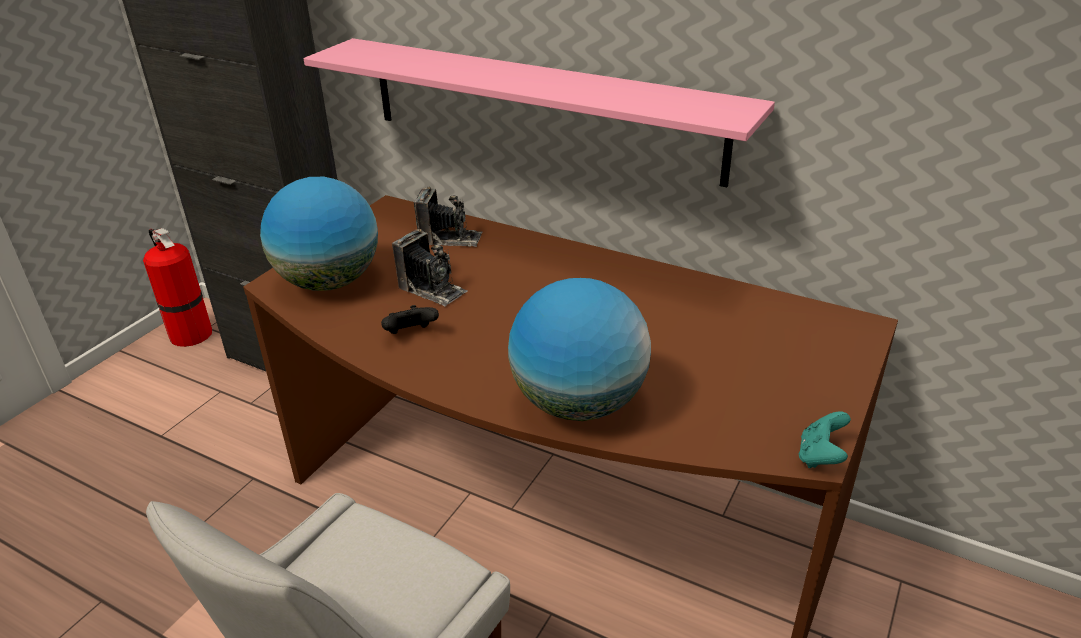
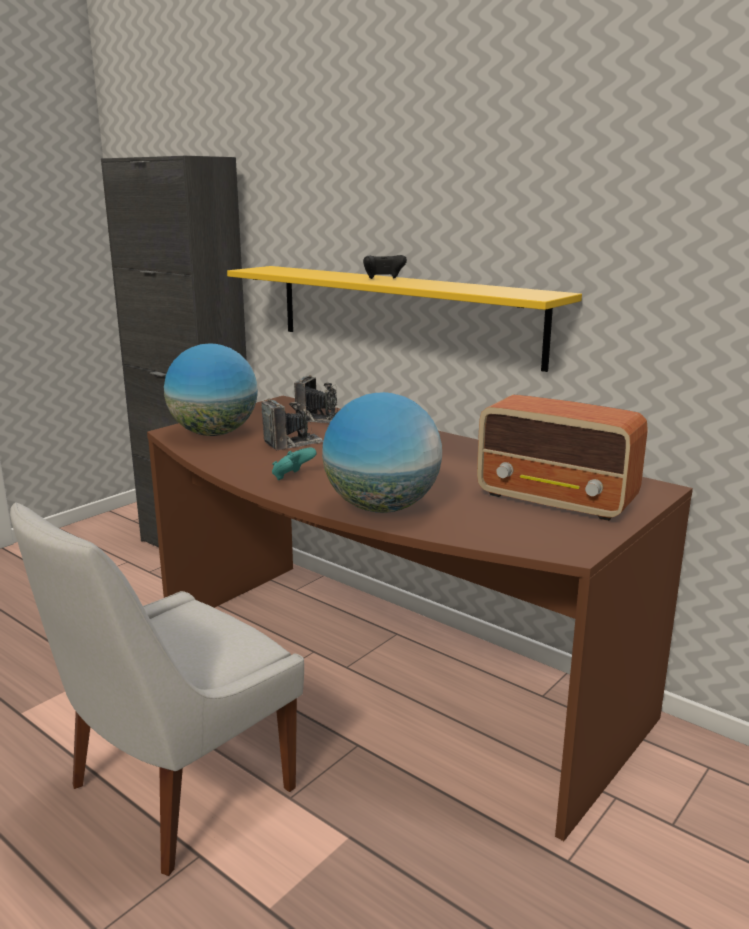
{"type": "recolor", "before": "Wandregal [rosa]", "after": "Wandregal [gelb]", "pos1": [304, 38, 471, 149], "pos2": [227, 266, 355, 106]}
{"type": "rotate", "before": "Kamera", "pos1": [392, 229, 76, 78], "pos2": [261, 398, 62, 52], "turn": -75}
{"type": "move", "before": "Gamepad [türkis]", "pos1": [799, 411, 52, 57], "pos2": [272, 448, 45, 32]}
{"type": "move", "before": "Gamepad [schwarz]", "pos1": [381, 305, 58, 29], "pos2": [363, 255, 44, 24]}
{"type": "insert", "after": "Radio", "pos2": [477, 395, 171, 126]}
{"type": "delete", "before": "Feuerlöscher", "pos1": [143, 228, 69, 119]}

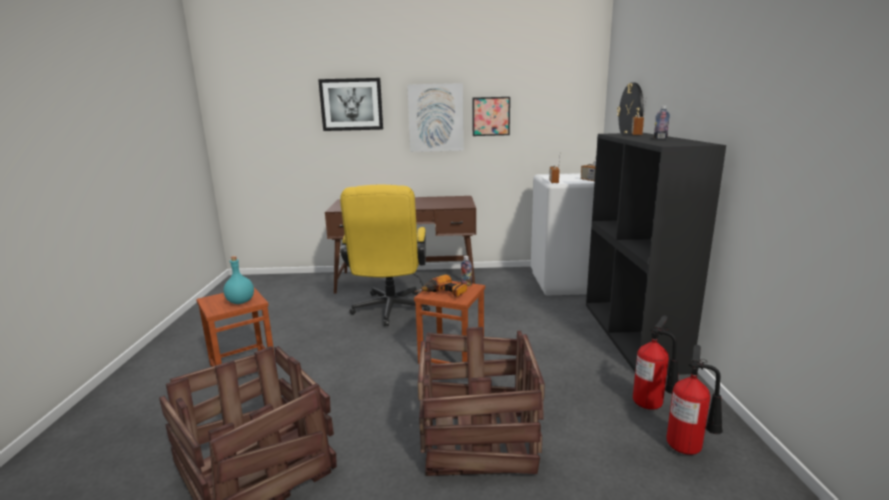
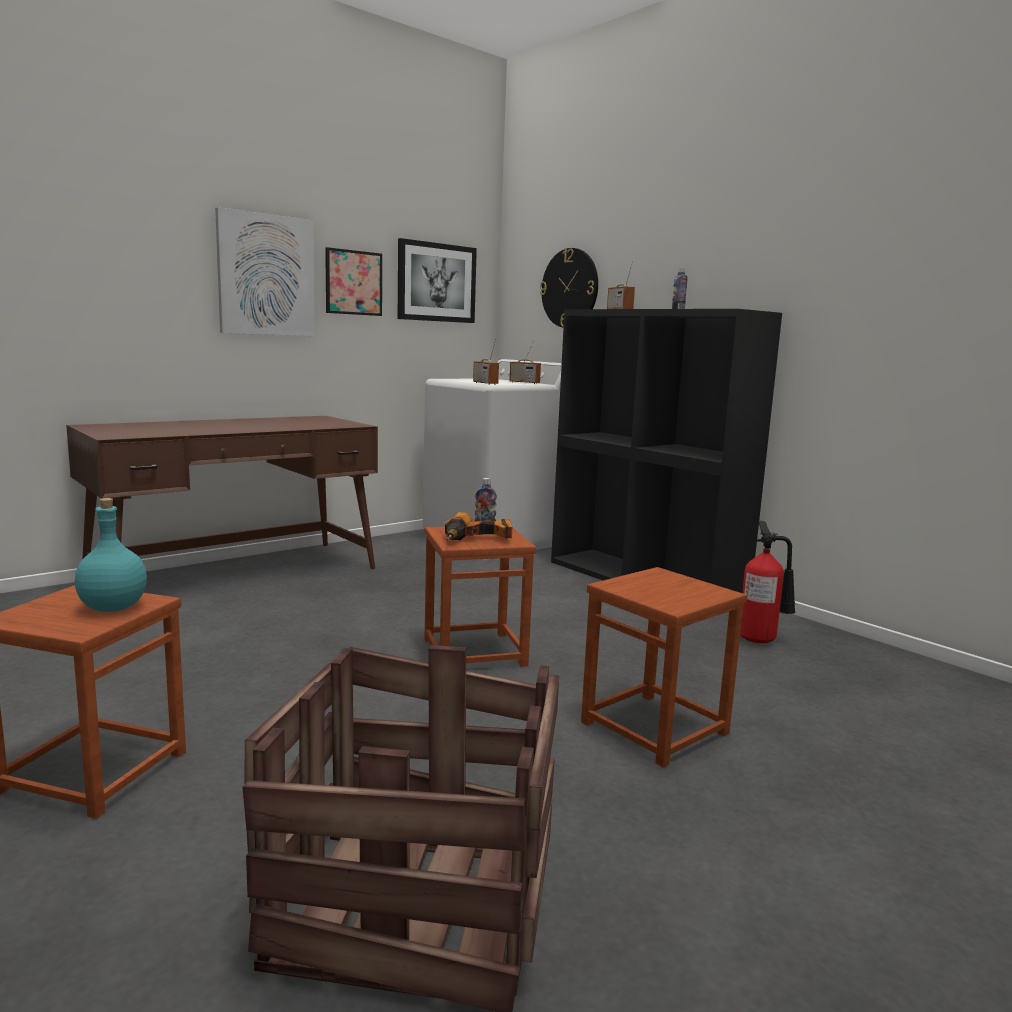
{"type": "move", "before": "Bild", "pos1": [318, 78, 65, 53], "pos2": [398, 238, 79, 85]}
{"type": "replace", "before": "Kiste", "after": "Hocker [braun]", "pos1": [418, 327, 127, 149], "pos2": [581, 567, 166, 201]}
{"type": "delete", "before": "Bürostuhl [gelb]", "pos1": [340, 185, 90, 141]}
{"type": "delete", "before": "Feuerlöscher", "pos1": [666, 345, 57, 110]}

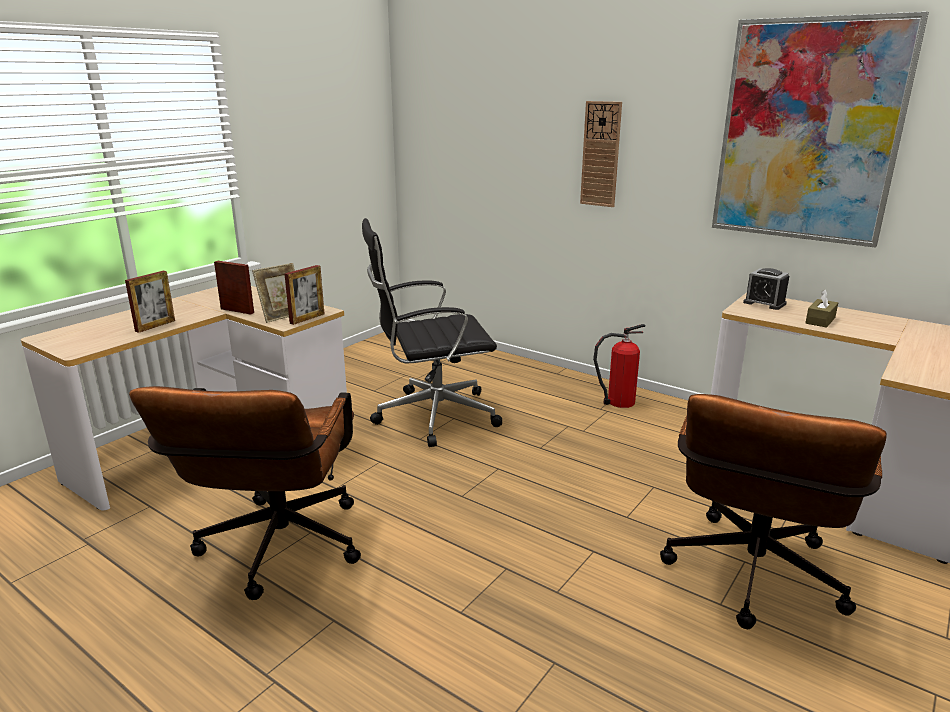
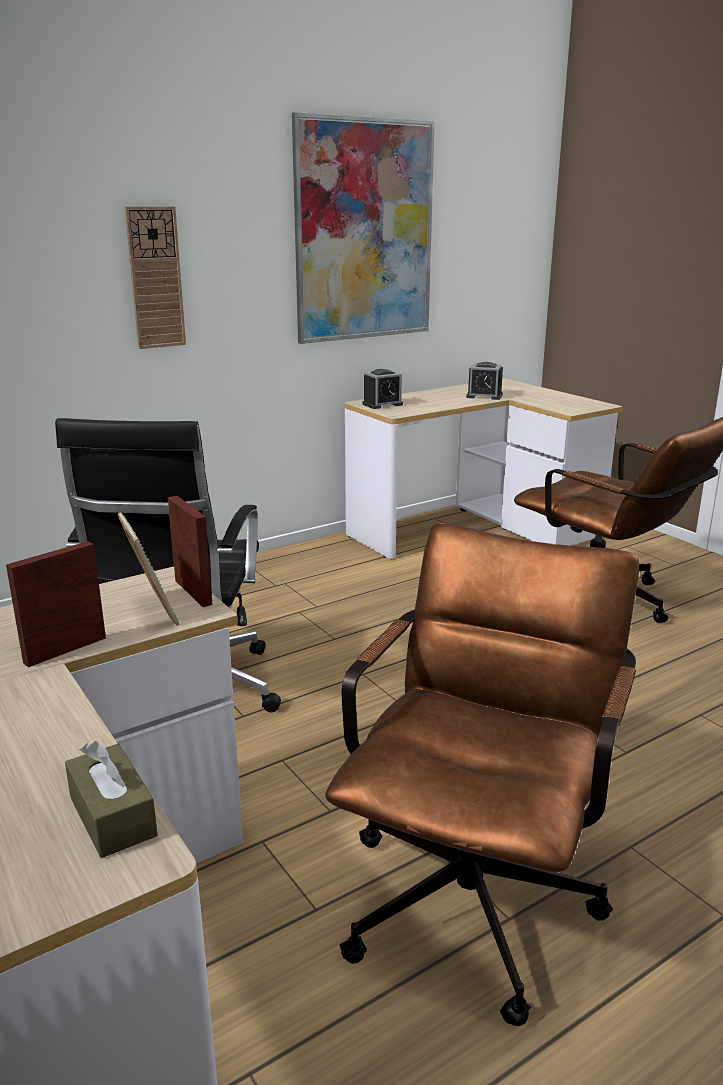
{"type": "move", "before": "Taschentuchbox [braun]", "pos1": [806, 289, 32, 39], "pos2": [65, 741, 93, 117]}
{"type": "rotate", "before": "Bürostuhl [braun]", "pos1": [129, 386, 232, 214], "pos2": [325, 523, 314, 503], "turn": -90}
{"type": "insert", "after": "Wecker", "pos2": [466, 362, 37, 38]}
{"type": "delete", "before": "Bilderrahmen", "pos1": [125, 271, 50, 62]}
{"type": "delete", "before": "Feuerlöscher", "pos1": [593, 324, 52, 84]}

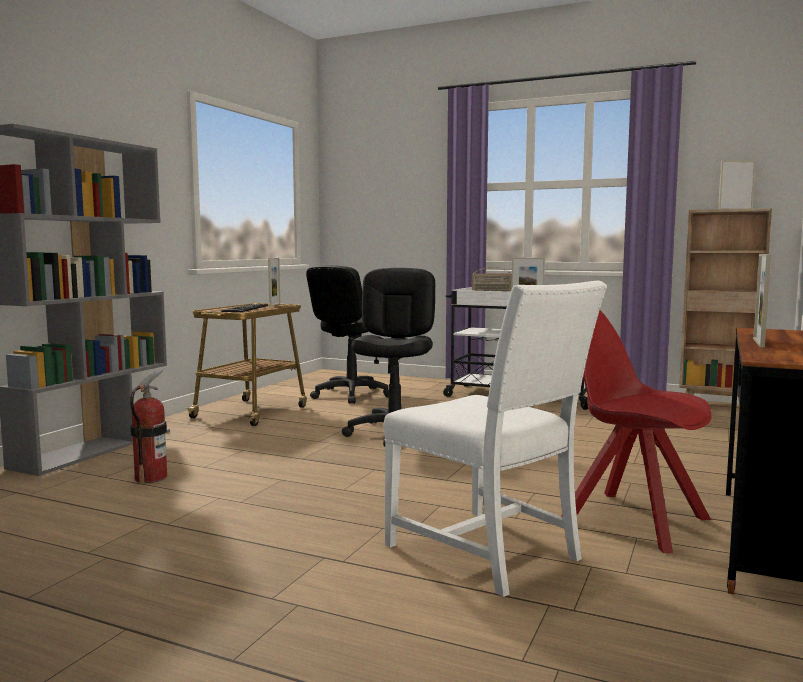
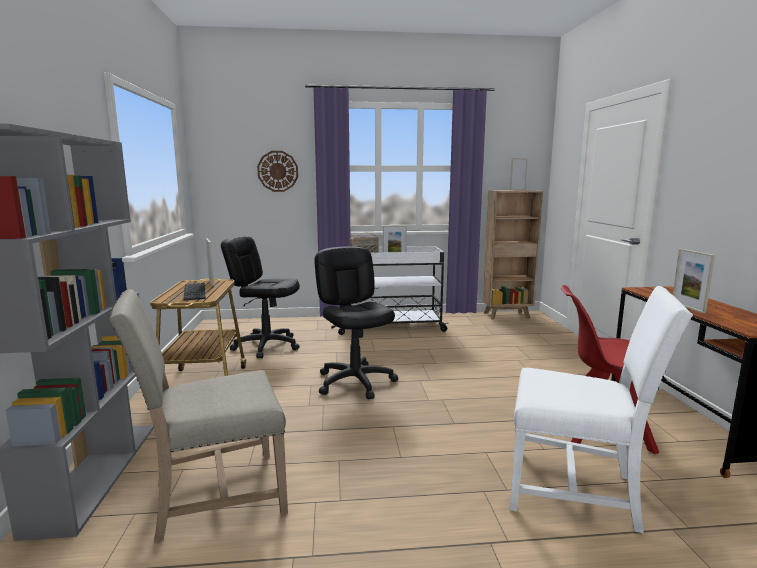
{"type": "replace", "before": "Feuerlöscher", "after": "Stuhl [beige]", "pos1": [130, 370, 37, 114], "pos2": [109, 289, 179, 254]}
{"type": "rotate", "before": "Bürostuhl [schwarz]", "pos1": [306, 265, 83, 139], "pos2": [221, 236, 79, 122], "turn": 105}
{"type": "insert", "after": "Wanduhr", "pos2": [257, 151, 41, 41]}

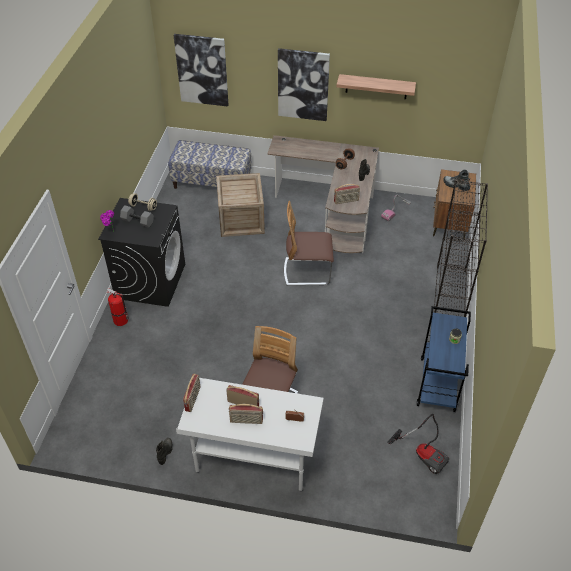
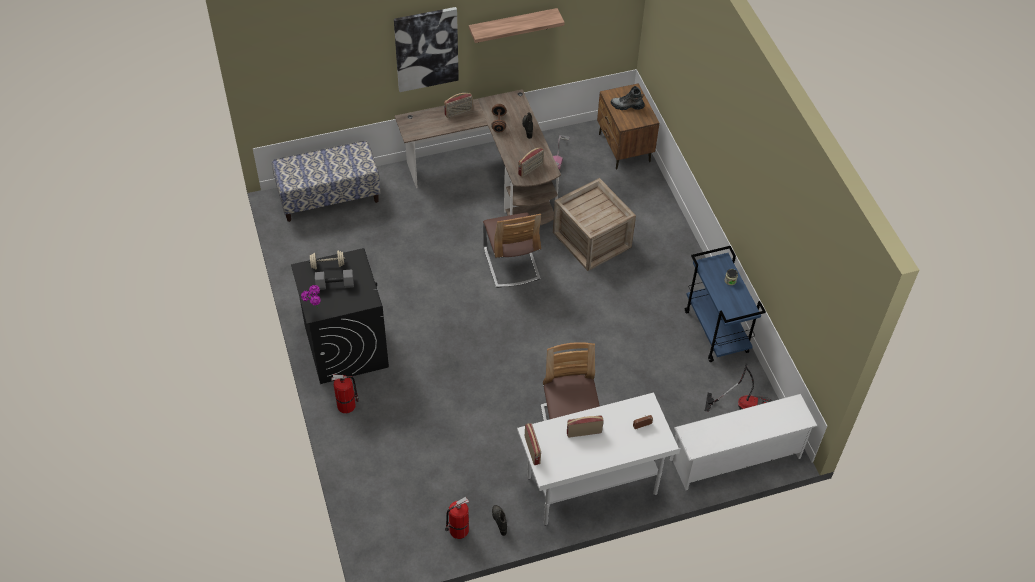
{"type": "move", "before": "Radio", "pos1": [229, 404, 34, 20], "pos2": [444, 93, 29, 25]}
{"type": "insert", "after": "Feuerlöscher", "pos2": [445, 497, 24, 42]}
{"type": "rotate", "before": "Stuhl", "pos1": [284, 201, 50, 84], "pos2": [483, 213, 58, 75], "turn": -75}
{"type": "move", "before": "Kiste", "pos1": [216, 173, 49, 64], "pos2": [553, 178, 83, 93]}
{"type": "insert", "after": "Schuhregal [weiß]", "pos2": [670, 394, 148, 96]}
{"type": "delete", "before": "Bild", "pos1": [174, 34, 54, 72]}
{"type": "delete", "before": "Bücherregal [schwarz]", "pos1": [434, 180, 54, 137]}

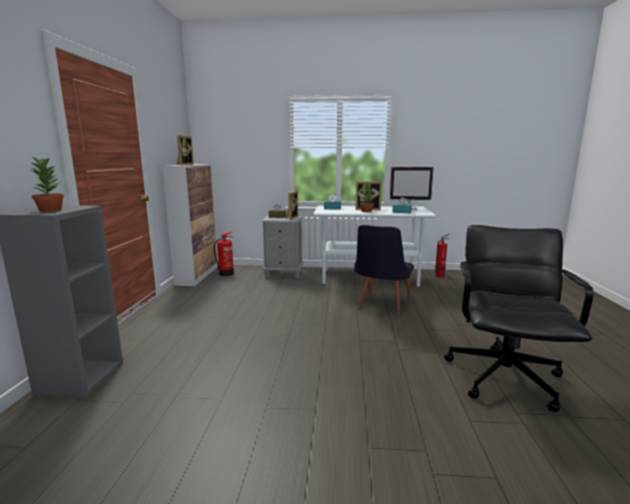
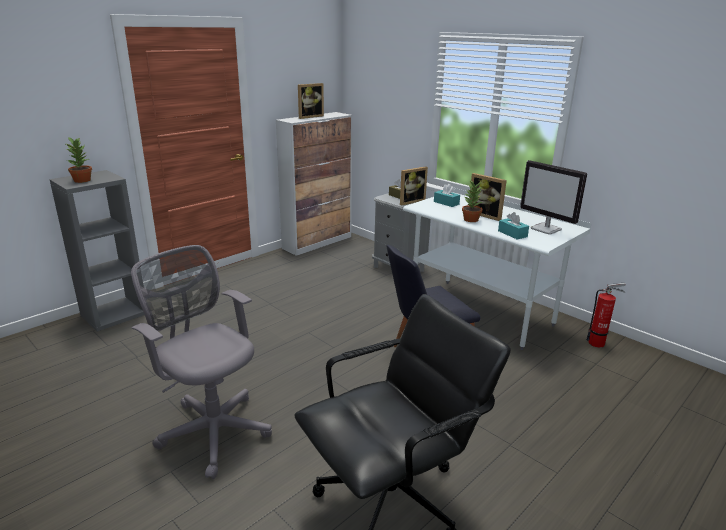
{"type": "insert", "after": "Bürostuhl [grau]", "pos2": [131, 245, 141, 234]}
{"type": "delete", "before": "Feuerlöscher", "pos1": [214, 231, 20, 45]}

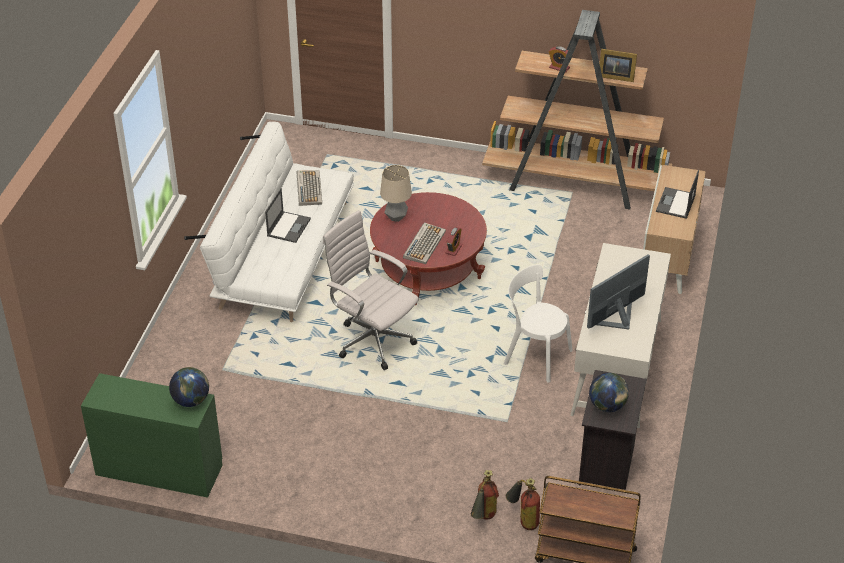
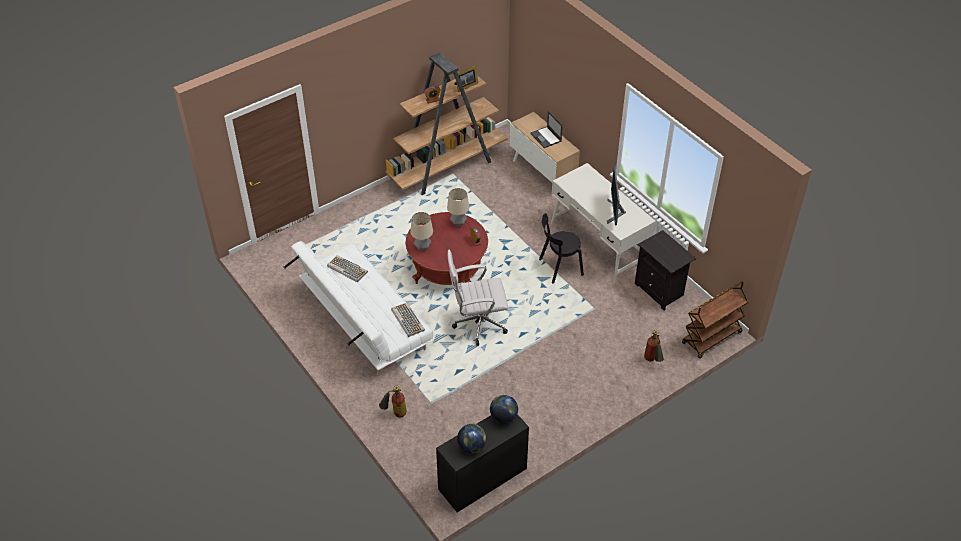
{"type": "move", "before": "Feuerlöscher", "pos1": [506, 478, 34, 52], "pos2": [379, 386, 27, 32]}
{"type": "move", "before": "Tastatur", "pos1": [403, 222, 43, 42], "pos2": [391, 303, 34, 34]}
{"type": "recolor", "before": "Schreibtisch [grün]", "after": "Schreibtisch [schwarz]", "pos1": [81, 373, 142, 125], "pos2": [436, 415, 93, 97]}
{"type": "insert", "after": "Tischlampe", "pos2": [447, 188, 22, 39]}
{"type": "move", "before": "Globus", "pos1": [589, 373, 40, 39], "pos2": [457, 424, 29, 29]}
{"type": "recolor", "before": "Stuhl [weiß]", "after": "Stuhl [schwarz]", "pos1": [504, 265, 69, 118], "pos2": [539, 213, 45, 71]}
{"type": "delete", "before": "Laptop", "pos1": [265, 188, 46, 55]}

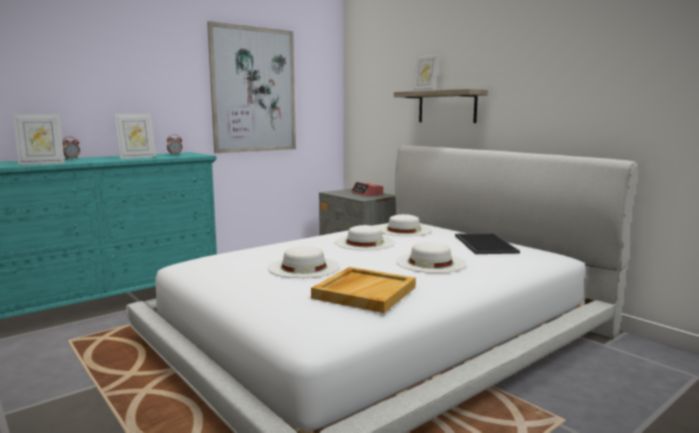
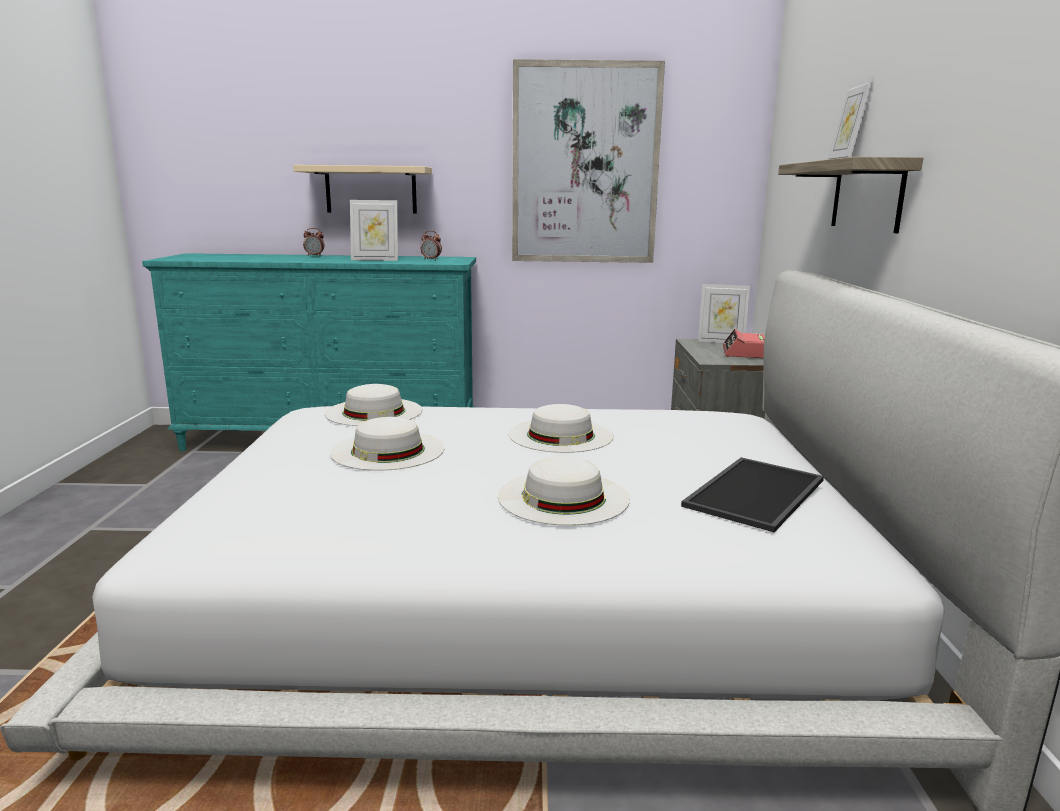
{"type": "insert", "after": "Wandregal [beige]", "pos2": [293, 165, 139, 49]}
{"type": "move", "before": "Hut [weiß]", "pos1": [378, 214, 54, 22], "pos2": [325, 384, 97, 42]}
{"type": "move", "before": "Bilderrahmen", "pos1": [13, 114, 52, 51], "pos2": [698, 284, 52, 59]}
{"type": "delete", "before": "Tablett [beige]", "pos1": [311, 267, 105, 46]}

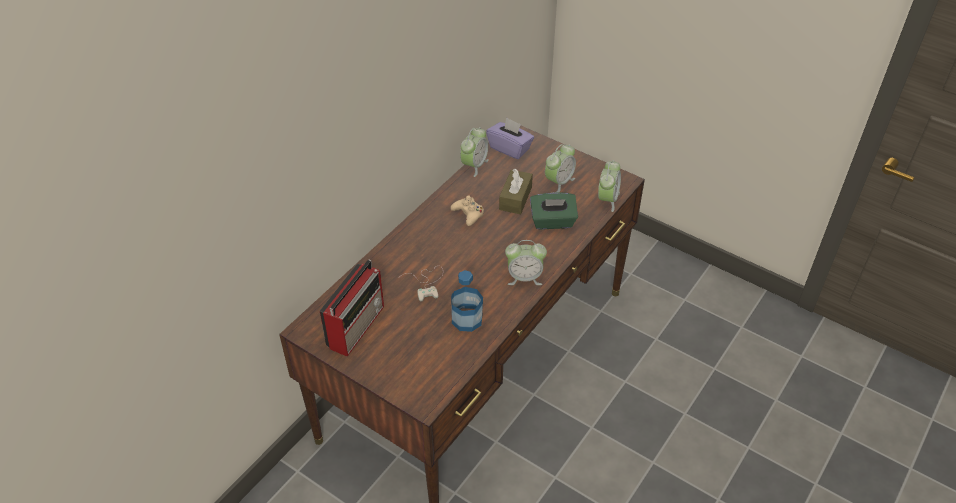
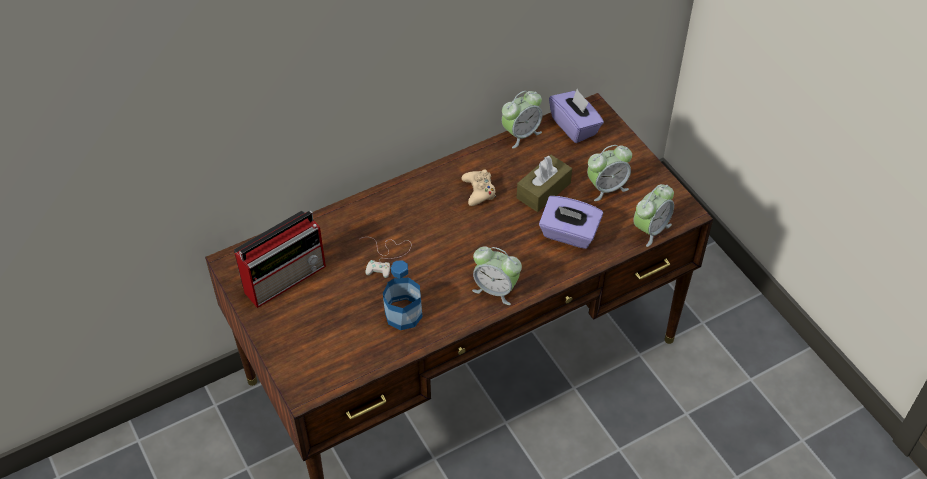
{"type": "recolor", "before": "Taschentuchbox [grün]", "after": "Taschentuchbox [lila]", "pos1": [530, 193, 48, 36], "pos2": [539, 196, 64, 53]}

